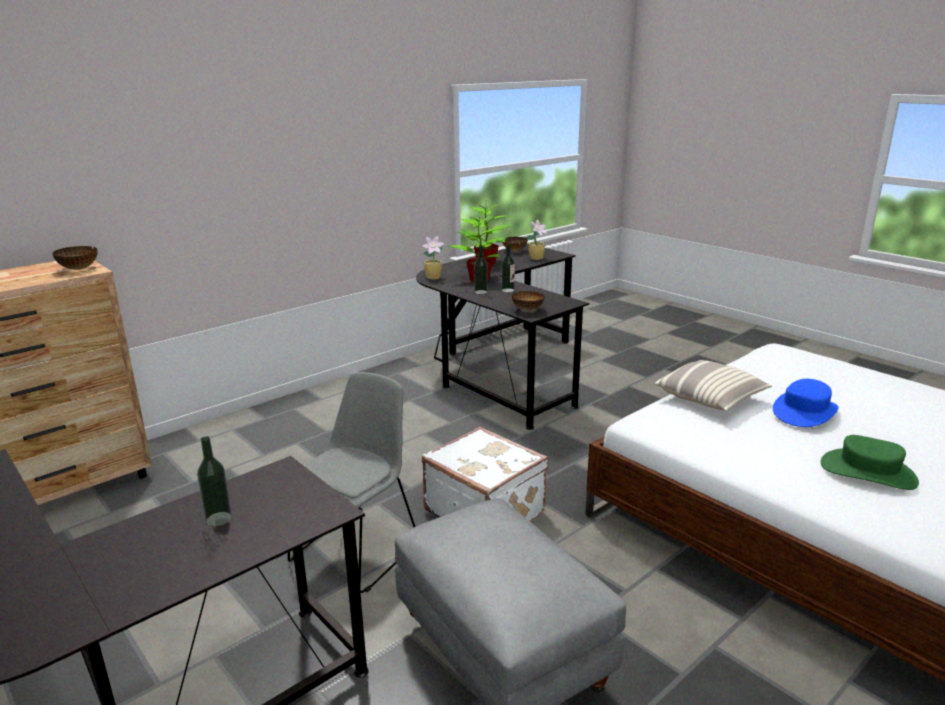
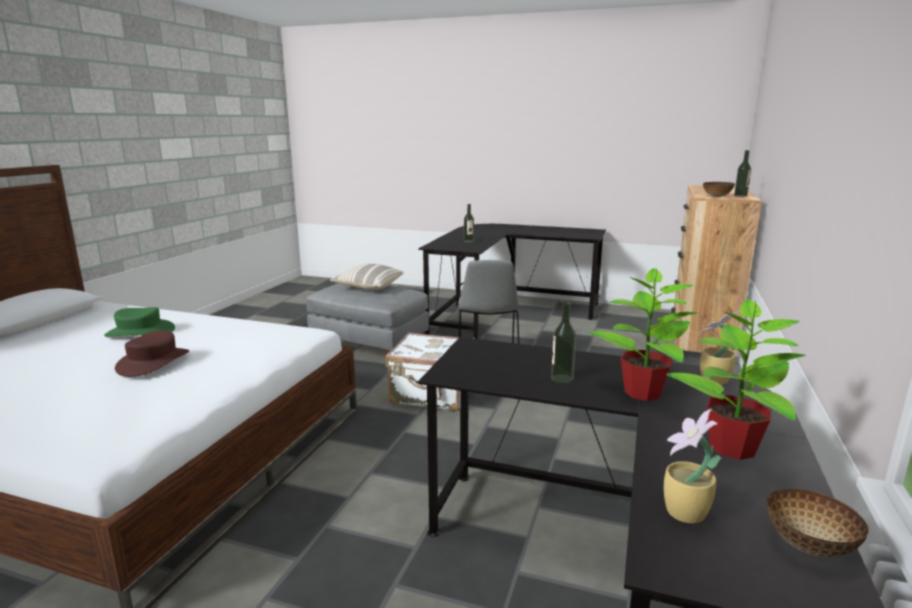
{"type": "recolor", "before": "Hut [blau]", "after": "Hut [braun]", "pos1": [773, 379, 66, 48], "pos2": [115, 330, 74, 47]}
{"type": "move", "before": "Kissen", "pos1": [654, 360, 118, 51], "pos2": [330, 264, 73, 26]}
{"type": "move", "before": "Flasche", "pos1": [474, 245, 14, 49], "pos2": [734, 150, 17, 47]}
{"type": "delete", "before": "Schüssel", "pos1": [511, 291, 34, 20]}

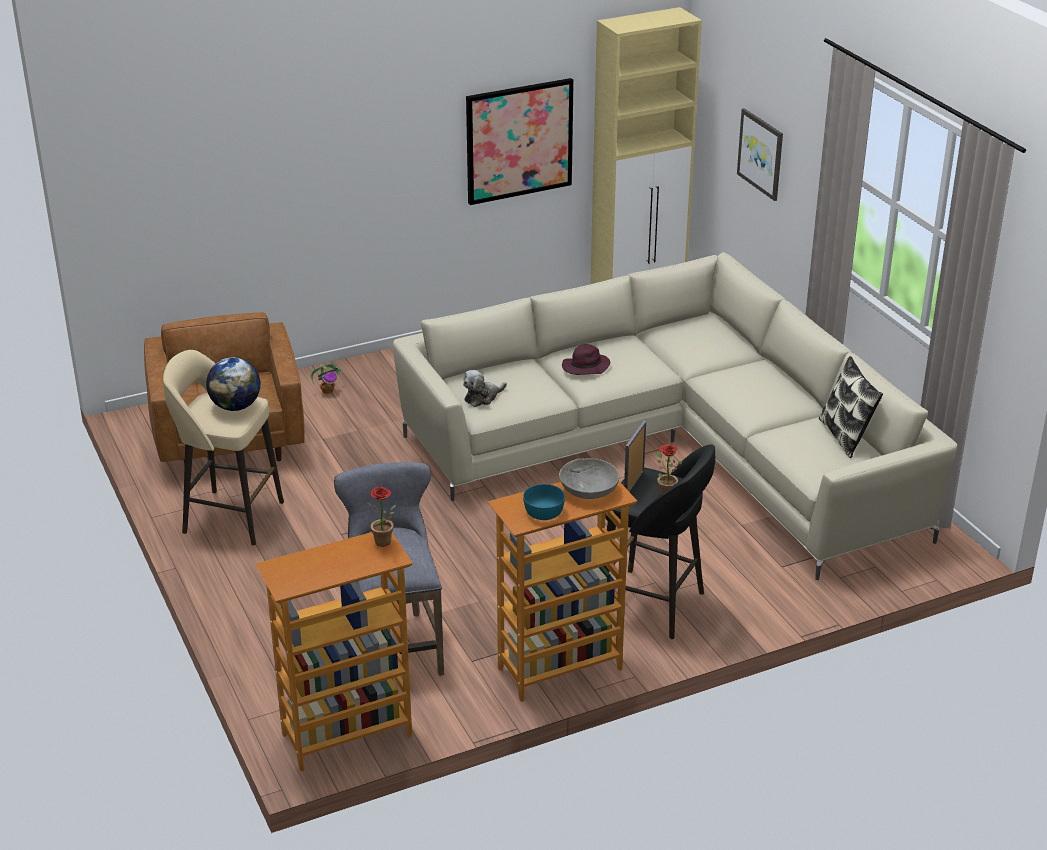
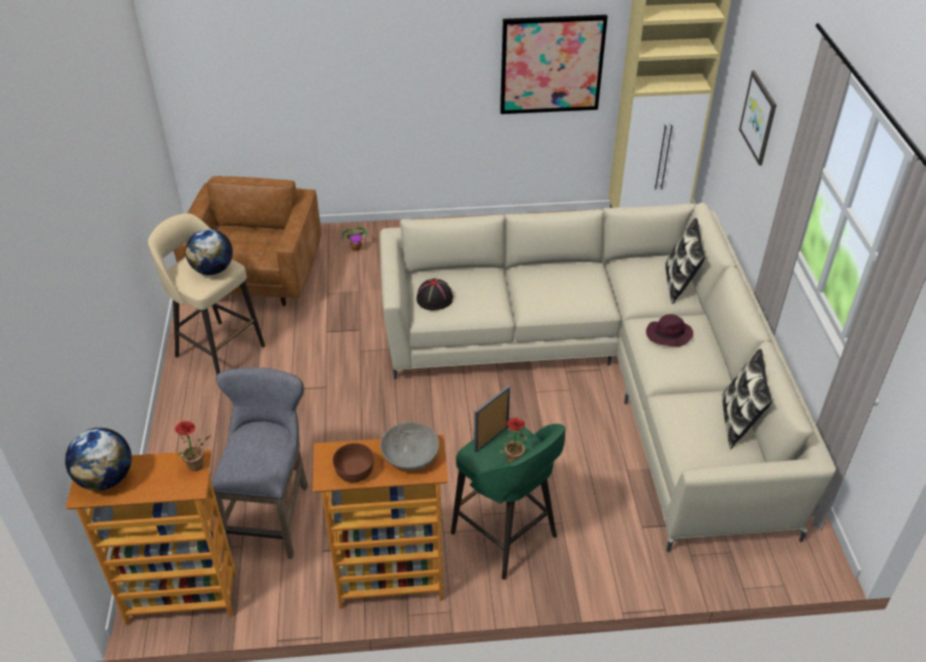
{"type": "insert", "after": "Globus", "pos2": [65, 428, 67, 63]}
{"type": "recolor", "before": "Schüssel [türkis]", "after": "Schüssel [braun]", "pos1": [523, 484, 42, 36], "pos2": [333, 443, 41, 40]}
{"type": "replace", "before": "Plüschtier", "after": "Hut [schwarz]", "pos1": [463, 370, 44, 37], "pos2": [416, 278, 37, 32]}
{"type": "recolor", "before": "Hocker [schwarz]", "after": "Hocker [grün]", "pos1": [604, 444, 111, 195], "pos2": [451, 418, 115, 162]}
{"type": "move", "before": "Hut [lila]", "pos1": [562, 344, 48, 31], "pos2": [646, 314, 47, 33]}
{"type": "insert", "after": "Kissen", "pos2": [665, 218, 40, 86]}

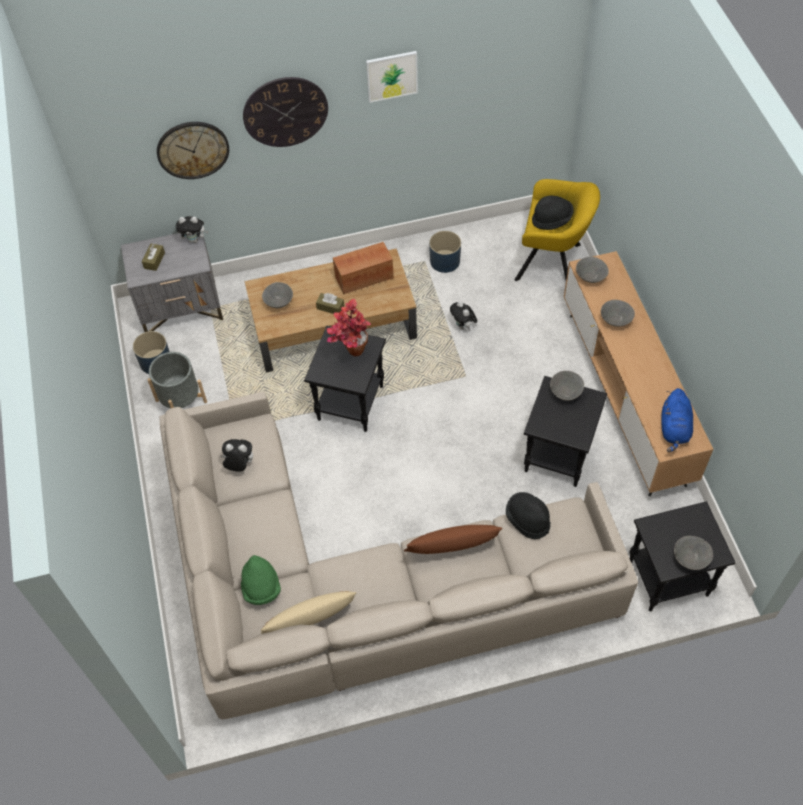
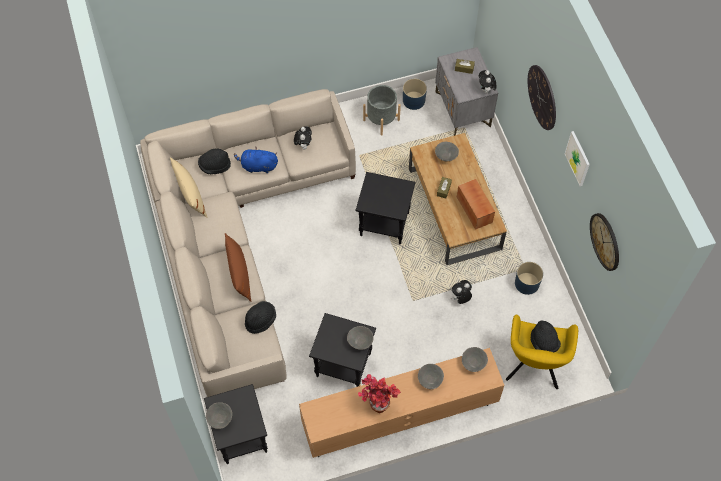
{"type": "recolor", "before": "Hut [grün]", "after": "Hut [schwarz]", "pos1": [241, 555, 40, 50], "pos2": [198, 148, 33, 26]}
{"type": "move", "before": "Plüschtier [blau]", "pos1": [661, 388, 32, 64], "pos2": [234, 147, 44, 26]}
{"type": "move", "before": "Topfpflanze", "pos1": [327, 299, 44, 57], "pos2": [358, 374, 43, 39]}
{"type": "move", "before": "Wanduhr", "pos1": [157, 122, 72, 57], "pos2": [590, 213, 29, 58]}

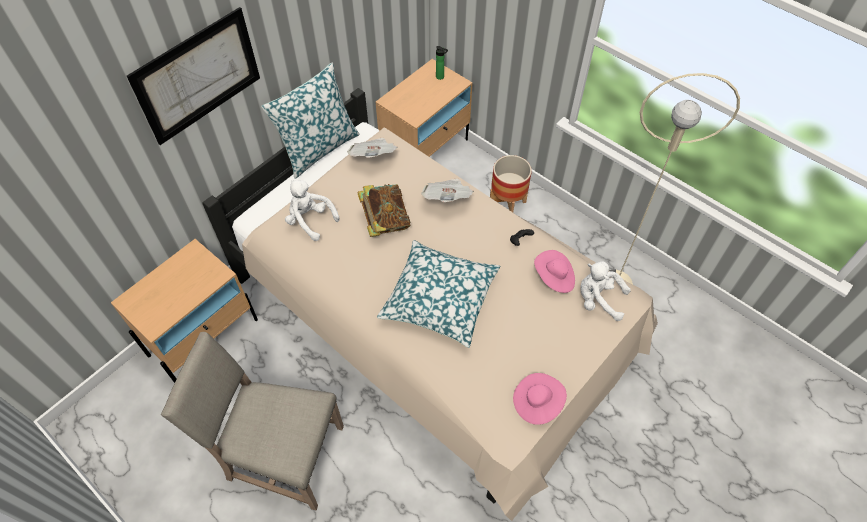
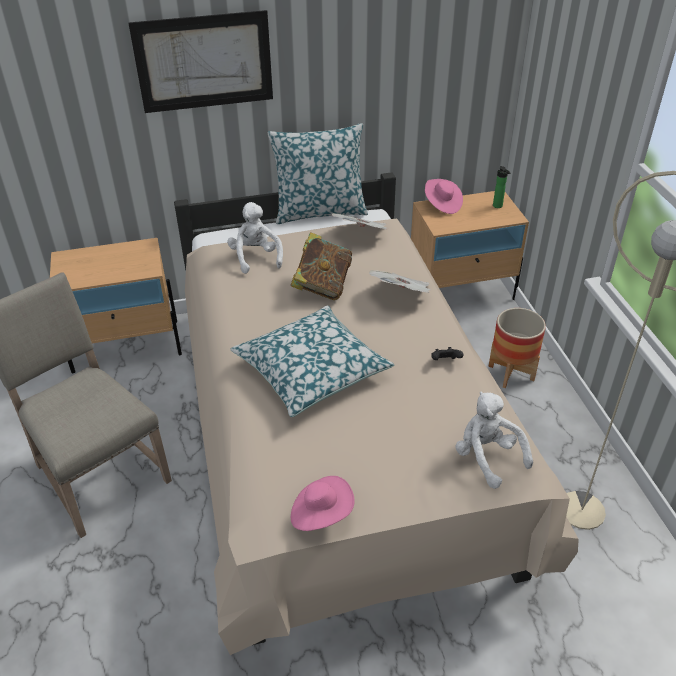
{"type": "move", "before": "Hut [rosa]", "pos1": [534, 250, 41, 43], "pos2": [425, 179, 38, 35]}

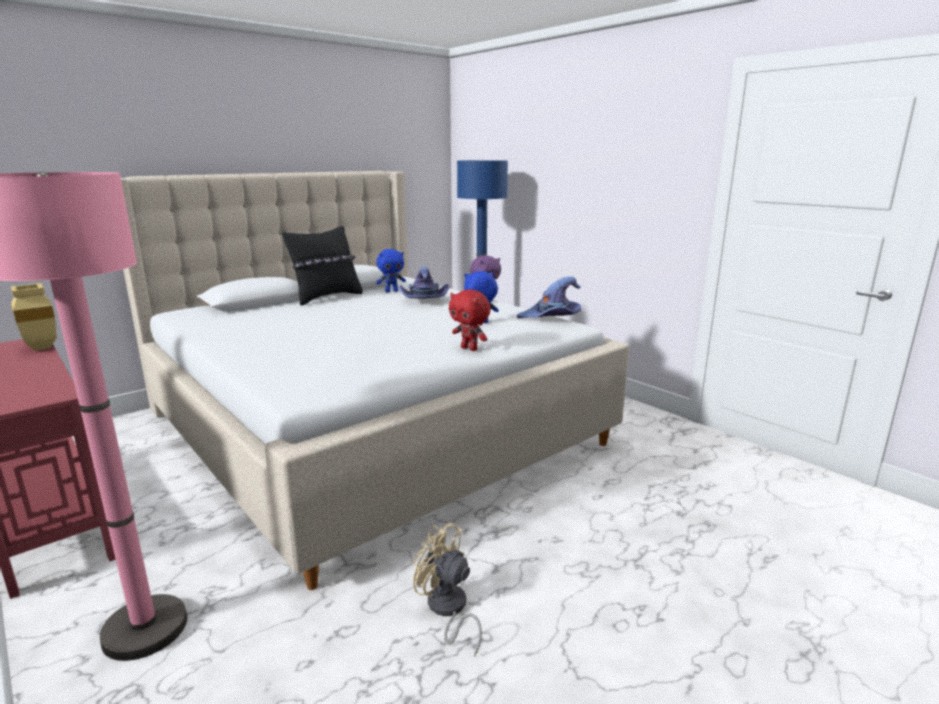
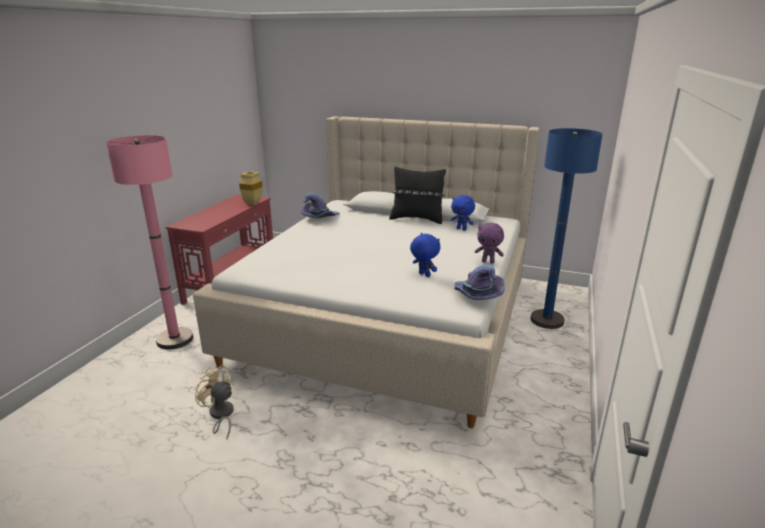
{"type": "rotate", "before": "Ventilator [beige]", "pos1": [412, 522, 70, 135], "pos2": [195, 365, 39, 74], "turn": -60}
{"type": "move", "before": "Hut [lila]", "pos1": [399, 266, 51, 32], "pos2": [301, 193, 39, 25]}
{"type": "delete", "before": "Plüschtier [rot]", "pos1": [449, 290, 42, 61]}

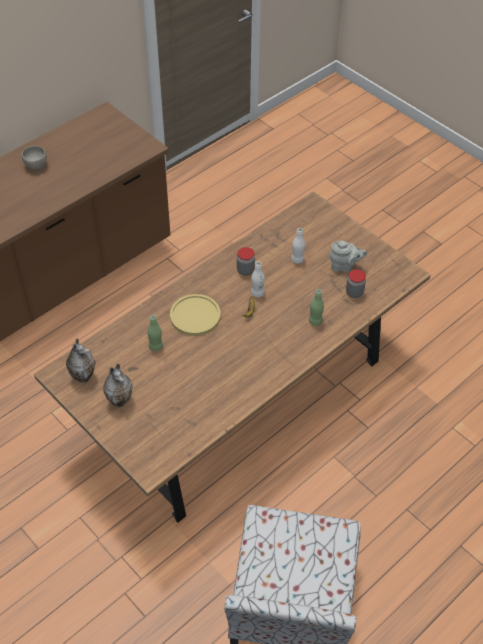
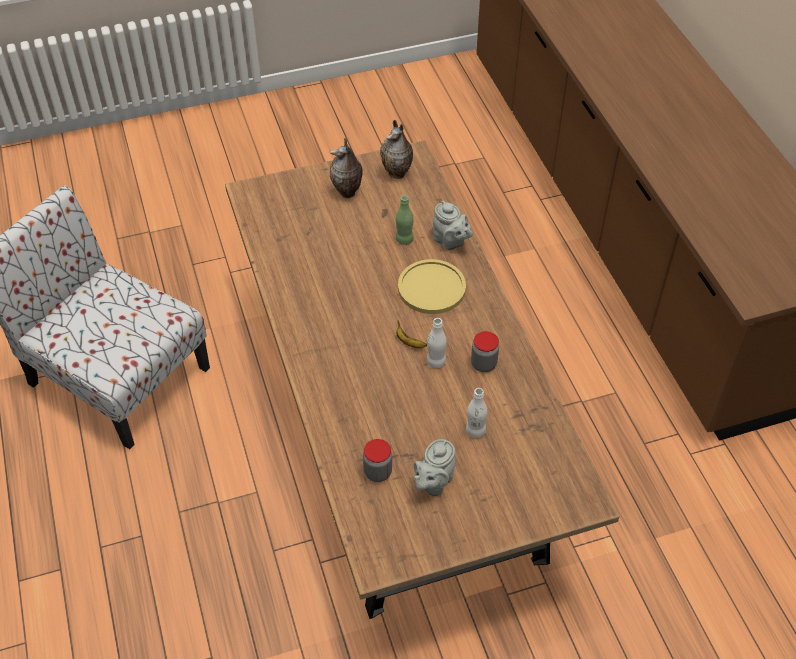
{"type": "insert", "after": "Teekanne [grau]", "pos2": [433, 201, 40, 49]}
{"type": "delete", "before": "Schüssel [grau]", "pos1": [22, 146, 25, 24]}
{"type": "delete", "before": "Flasche [grün]", "pos1": [309, 289, 15, 37]}

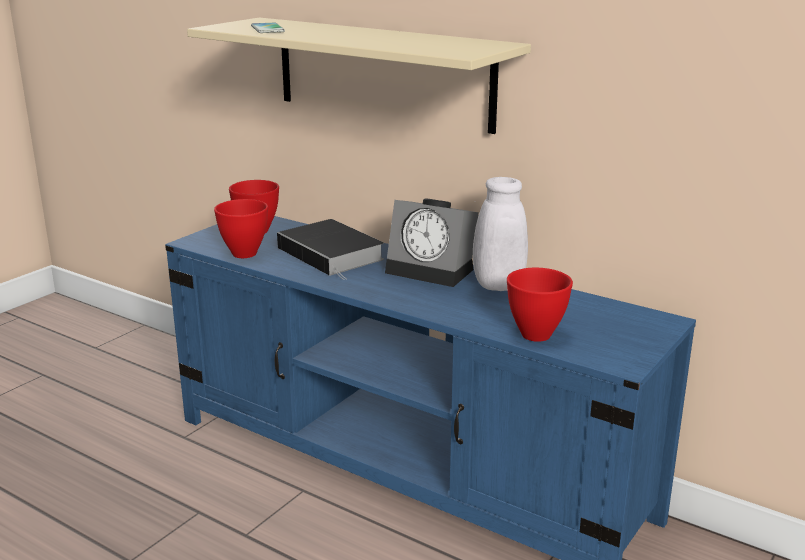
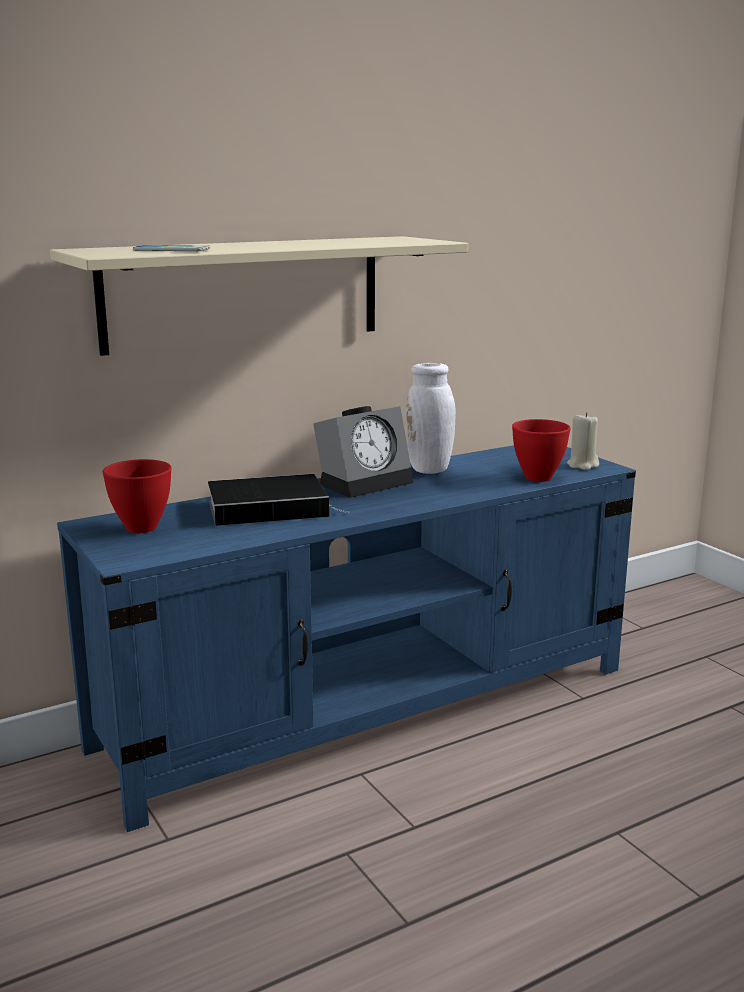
{"type": "insert", "after": "Kerze [beige]", "pos2": [567, 412, 32, 58]}
{"type": "delete", "before": "Schüssel [rot]", "pos1": [214, 199, 54, 59]}

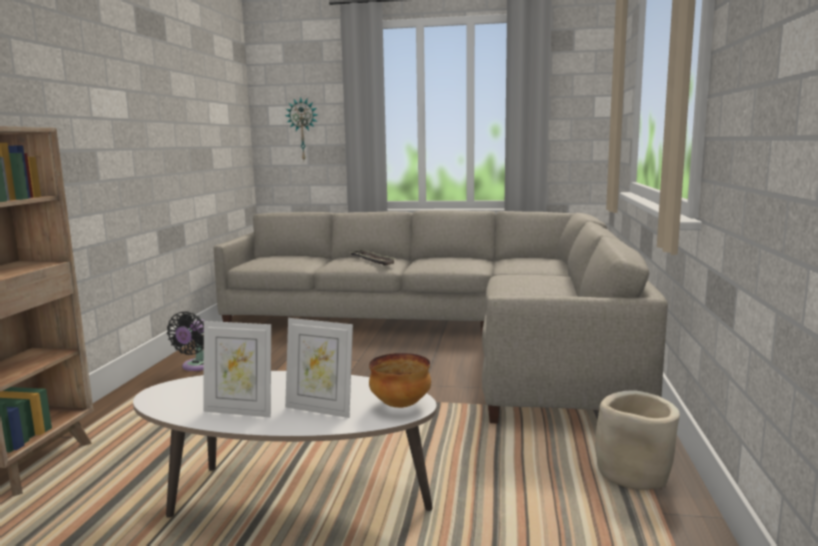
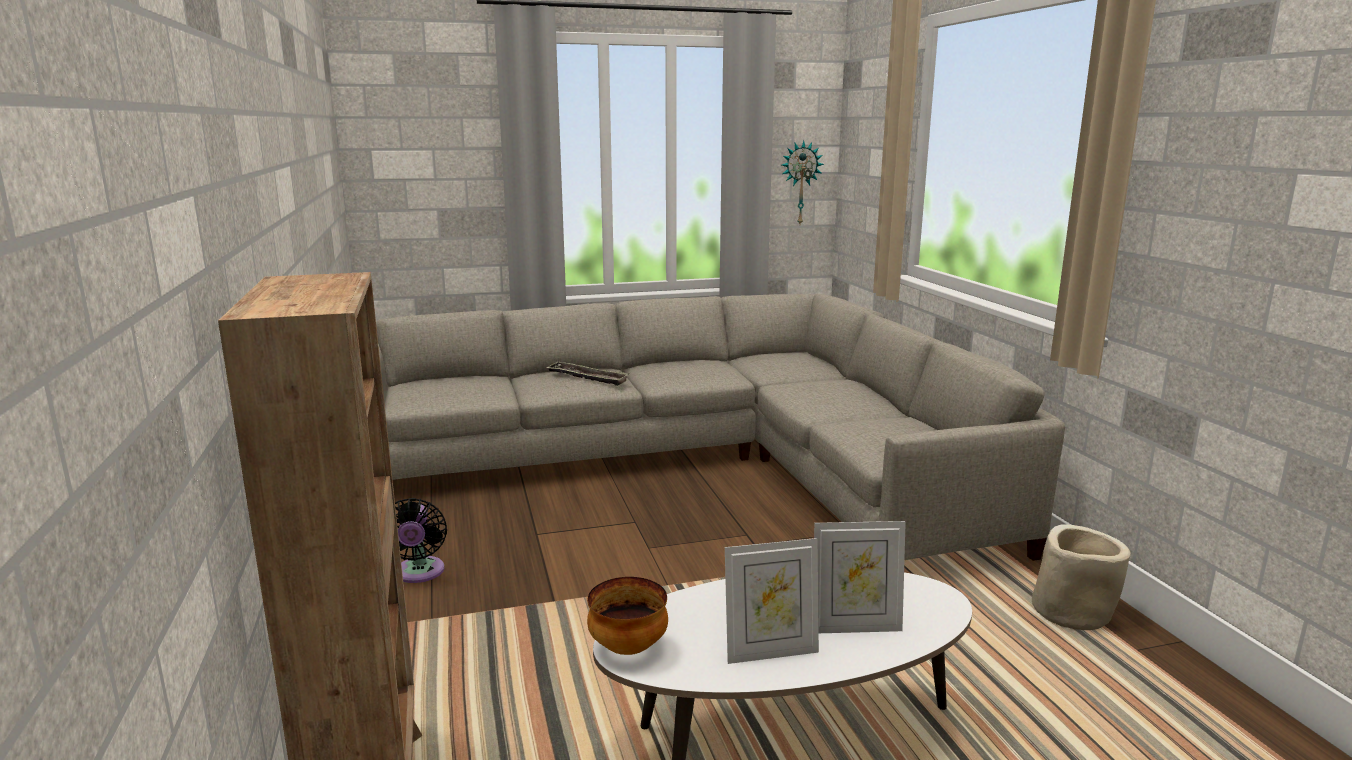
{"type": "move", "before": "Schüssel", "pos1": [369, 353, 62, 55], "pos2": [587, 577, 81, 78]}
{"type": "move", "before": "Wanduhr", "pos1": [285, 97, 33, 63], "pos2": [782, 141, 42, 83]}

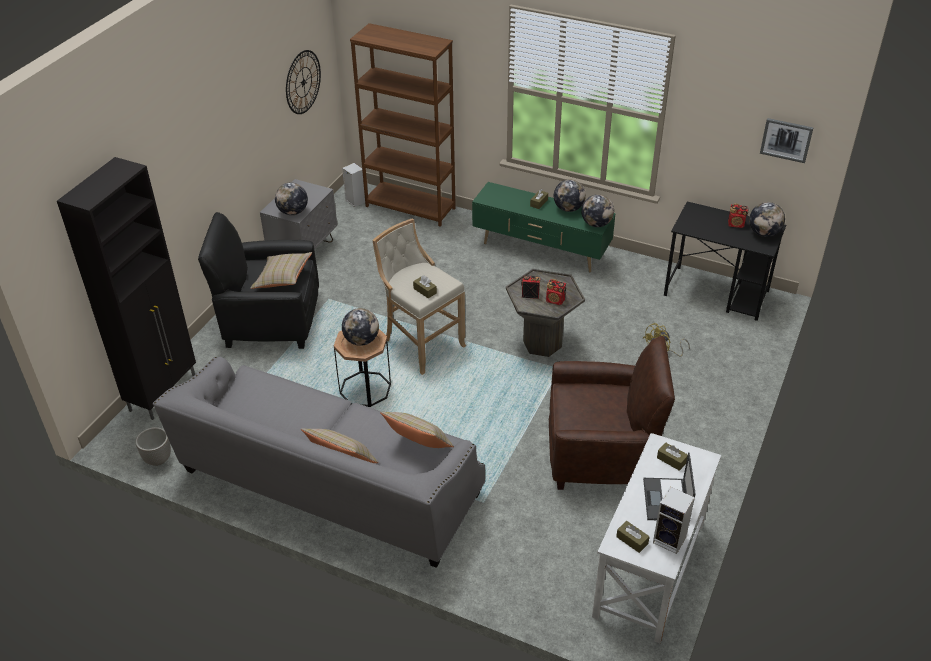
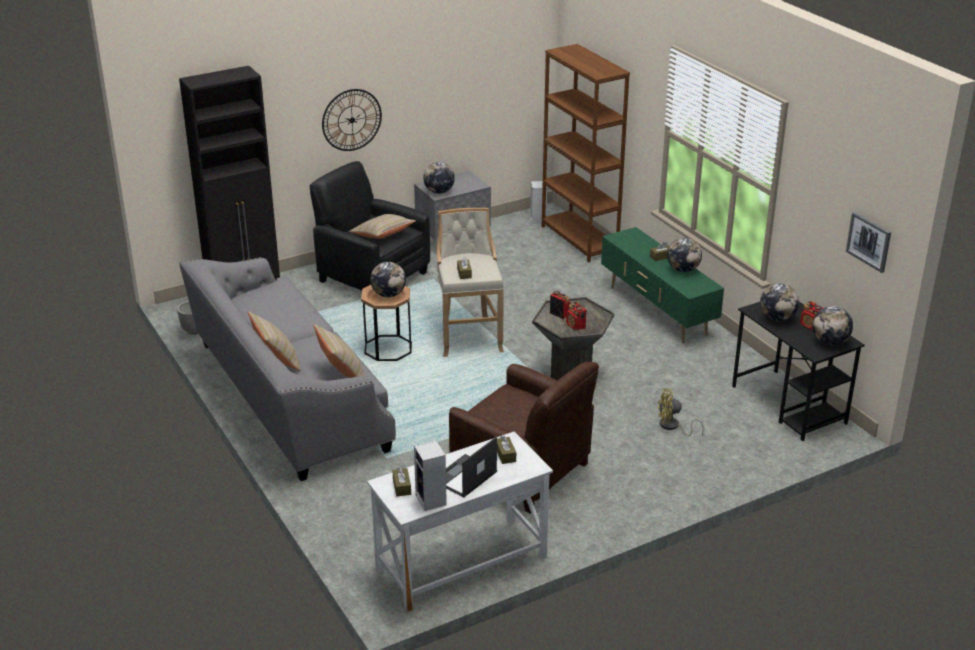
{"type": "move", "before": "Wanduhr", "pos1": [286, 50, 35, 64], "pos2": [322, 89, 60, 62]}
{"type": "move", "before": "Globus", "pos1": [581, 194, 33, 33], "pos2": [760, 283, 39, 39]}

